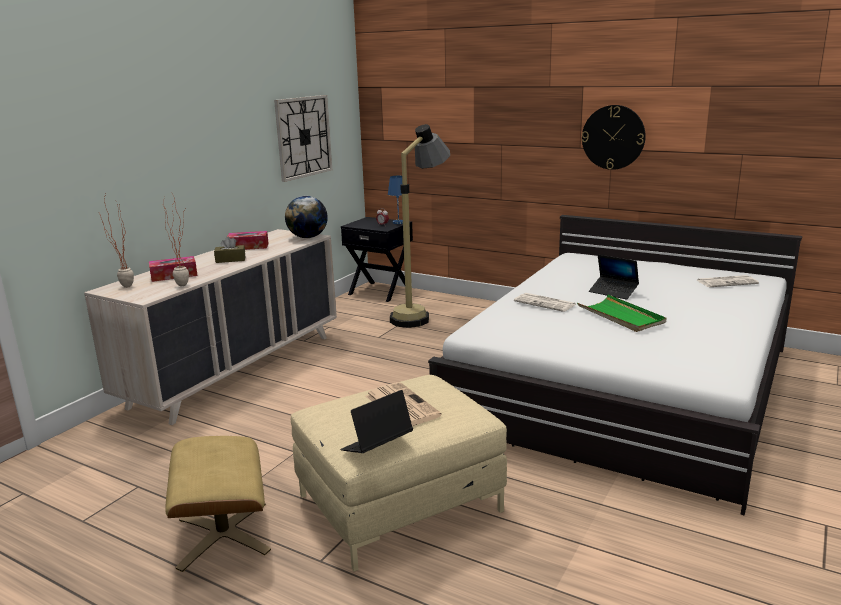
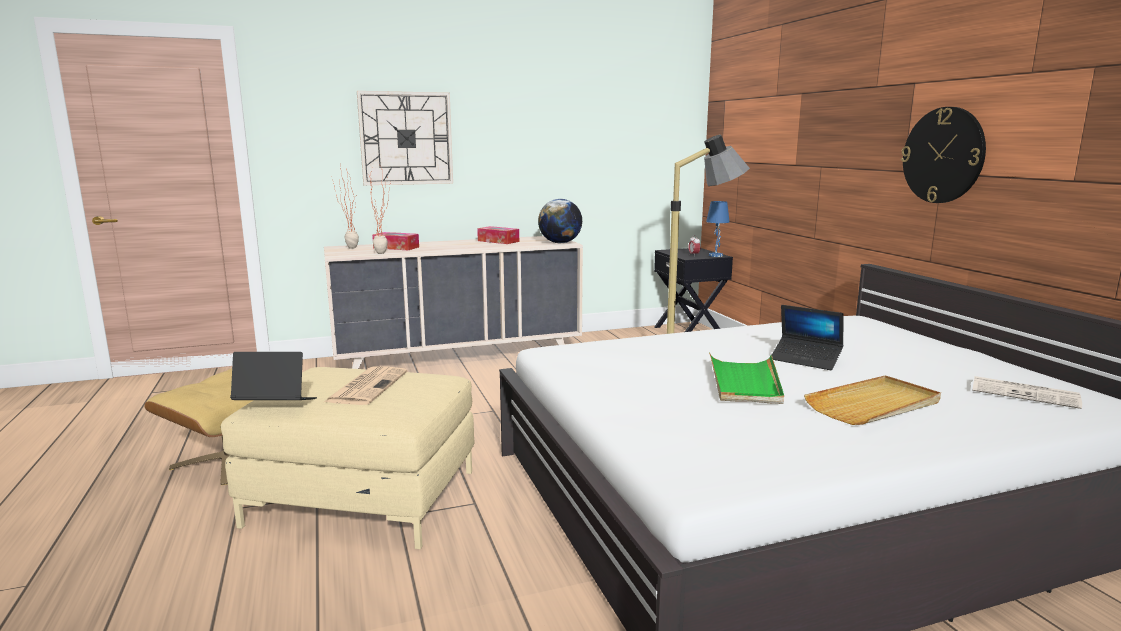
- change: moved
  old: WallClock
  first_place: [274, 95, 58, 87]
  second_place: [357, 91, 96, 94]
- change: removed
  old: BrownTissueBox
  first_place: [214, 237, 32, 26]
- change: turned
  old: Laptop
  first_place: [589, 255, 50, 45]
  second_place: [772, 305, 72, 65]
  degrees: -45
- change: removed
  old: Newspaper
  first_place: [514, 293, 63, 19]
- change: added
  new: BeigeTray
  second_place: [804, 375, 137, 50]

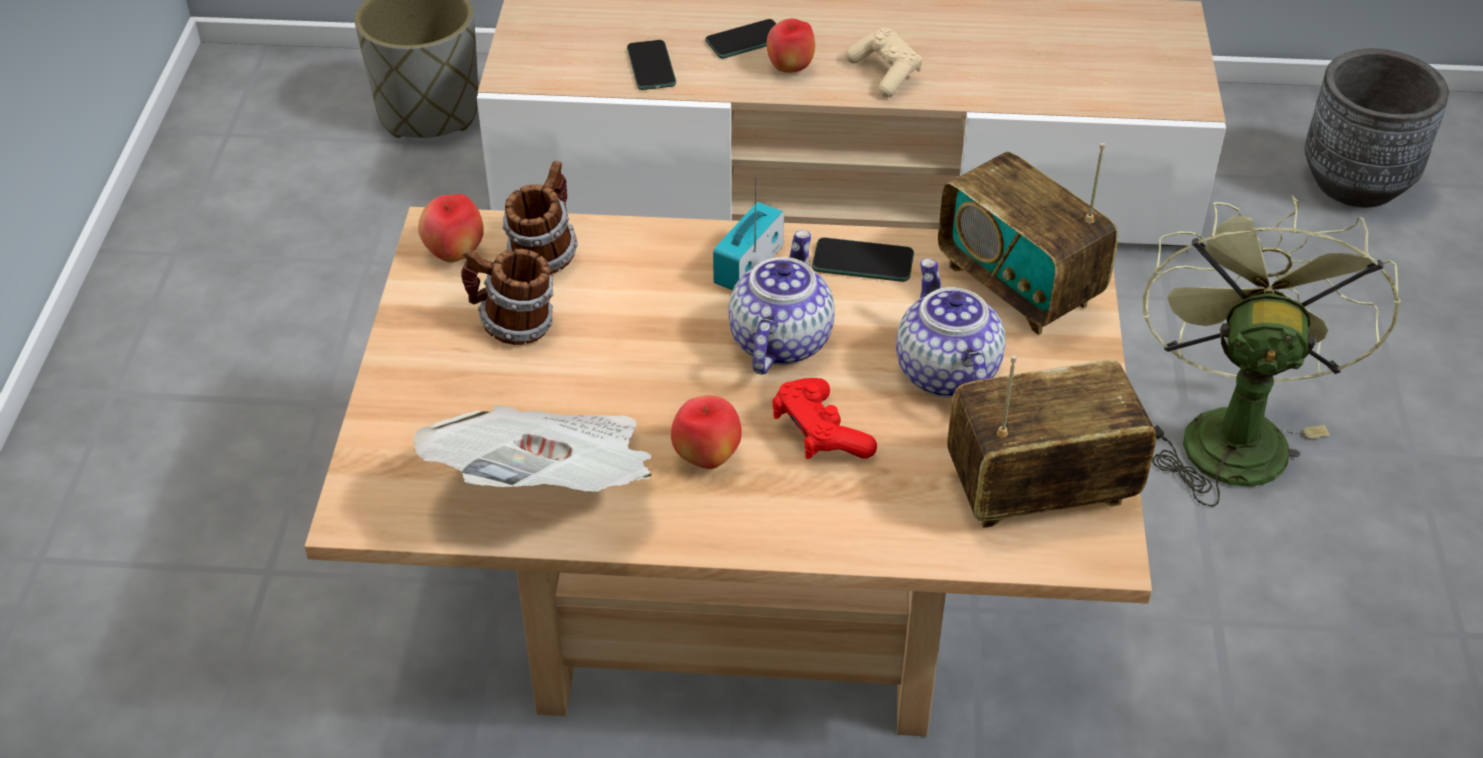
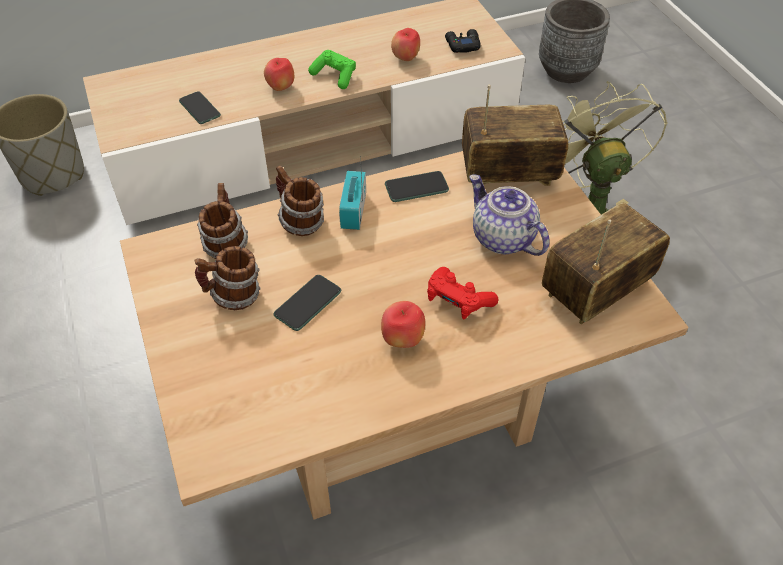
- change: moved
  old: Phone
  first_place: [705, 19, 71, 39]
  second_place: [274, 275, 67, 56]
- change: recoloured
  old: BeigeGameController
  new: GreenGameController
  first_place: [845, 28, 77, 69]
  second_place: [308, 50, 48, 39]
- change: turned
  old: Radio
  first_place: [938, 143, 180, 192]
  second_place: [462, 84, 106, 102]
  degrees: 150
- change: moved
  old: Apple
  first_place: [418, 194, 66, 69]
  second_place: [391, 28, 29, 33]
- change: removed
  old: Teapot
  first_place: [729, 230, 106, 144]
- change: removed
  old: Newspaper
  first_place: [413, 405, 239, 86]
- change: added
  new: BlackGameController
  second_place: [445, 29, 36, 24]
- change: added
  new: Mug
  second_place: [276, 166, 48, 70]

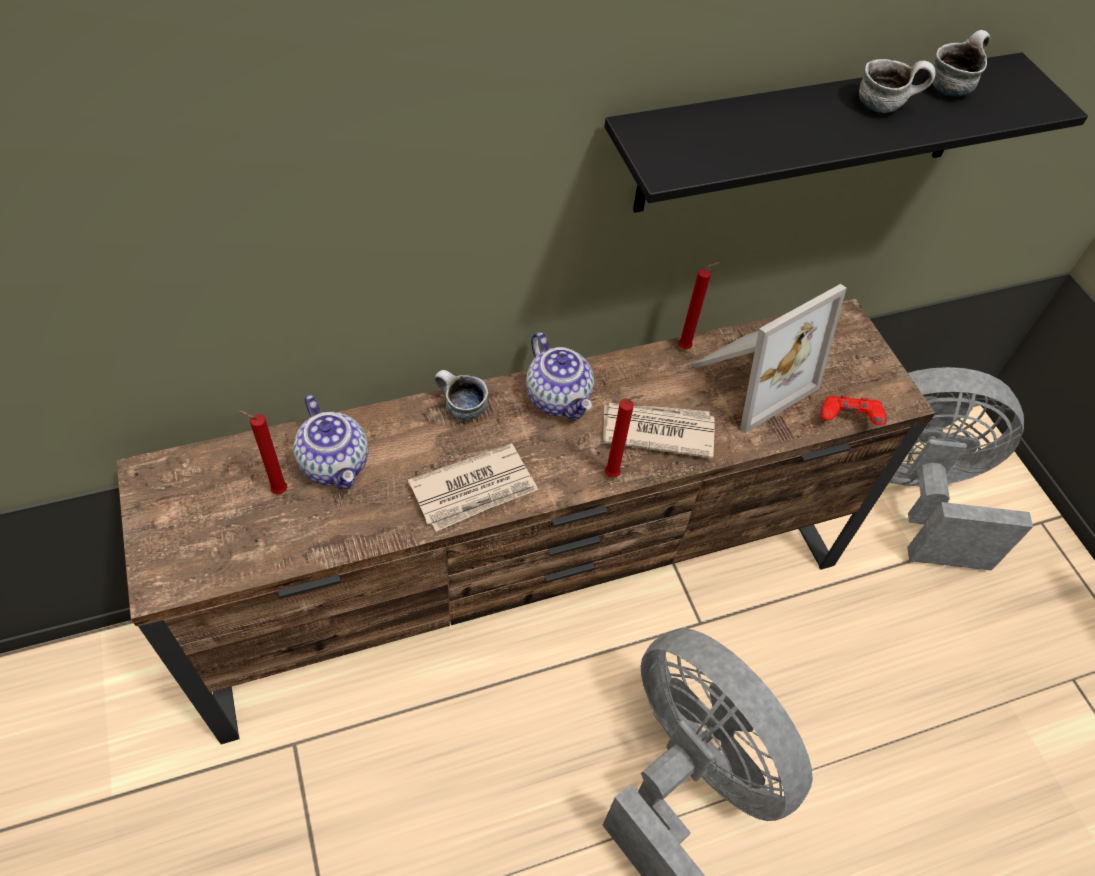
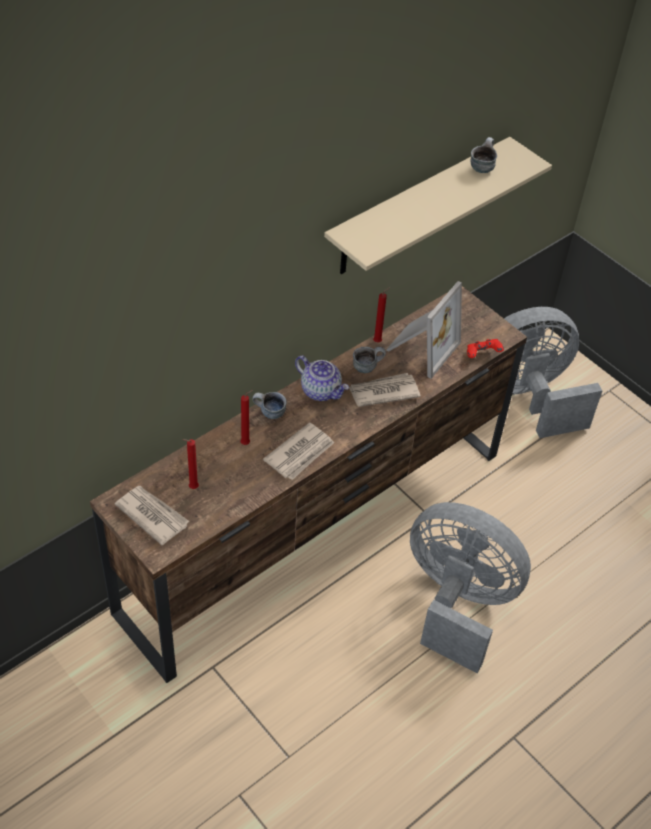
- change: recoloured
  old: BlackShelf
  new: BeigeShelf
  first_place: [604, 53, 484, 160]
  second_place: [324, 137, 228, 137]
- change: moved
  old: Mug
  first_place: [859, 59, 77, 54]
  second_place: [353, 347, 33, 26]
- change: removed
  old: Teapot
  first_place: [293, 395, 76, 95]
- change: moved
  old: RedCandle
  first_place: [605, 395, 39, 83]
  second_place: [241, 390, 12, 55]
- change: added
  new: Newspaper
  second_place: [115, 486, 75, 59]

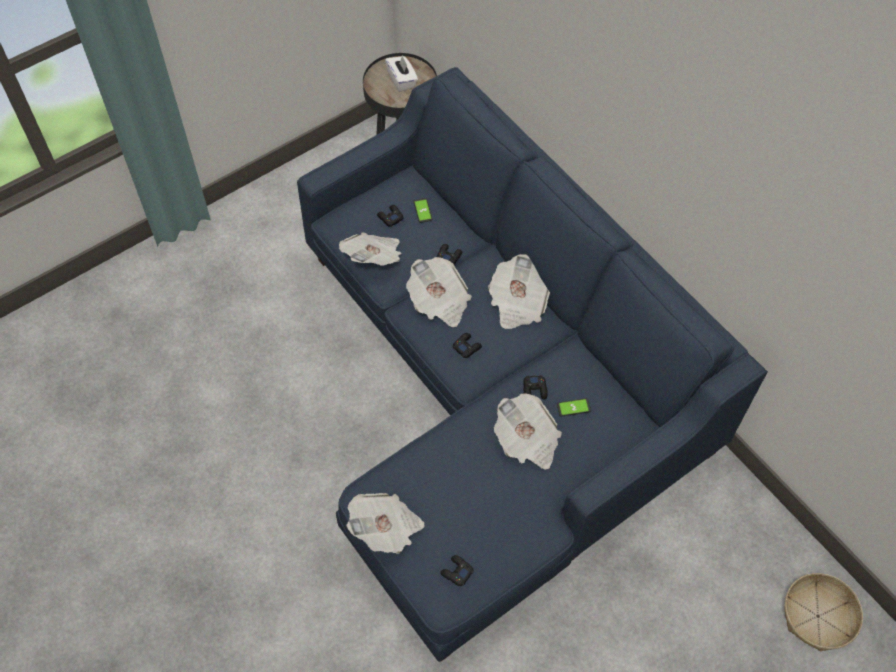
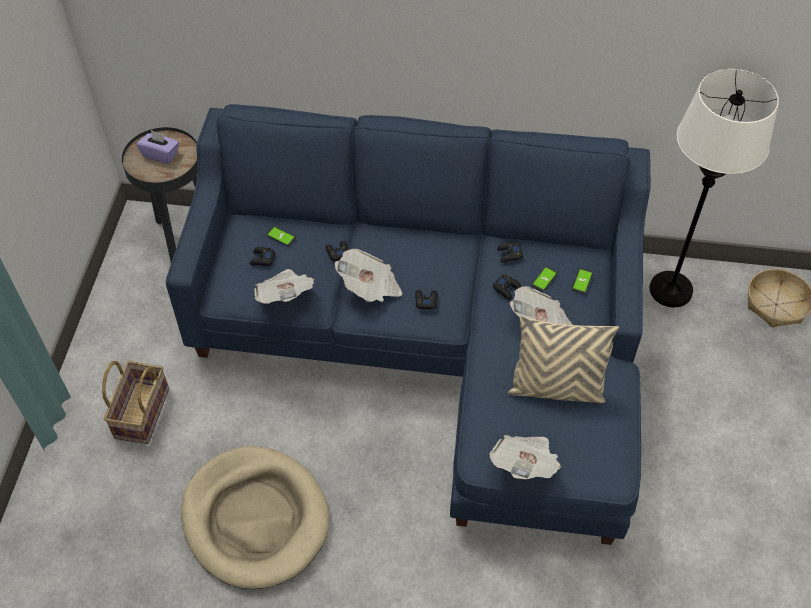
- change: recoloured
  old: WhiteTissueBox
  new: PurpleTissueBox
  first_place: [385, 55, 33, 37]
  second_place: [137, 130, 42, 34]
- change: removed
  old: Newspaper
  first_place: [488, 254, 62, 75]
- change: moved
  old: BlackGameController
  first_place: [440, 555, 34, 31]
  second_place: [497, 241, 26, 22]
- change: added
  new: WhiteFloorLamp
  second_place: [649, 69, 130, 238]
- change: added
  new: Phone
  second_place: [572, 268, 21, 26]
- change: added
  new: BeigePillow
  second_place: [508, 316, 111, 87]
- change: added
  new: Basket
  second_place: [102, 361, 67, 83]
- change: added
  new: BeigeDogBed
  second_place: [181, 446, 149, 143]

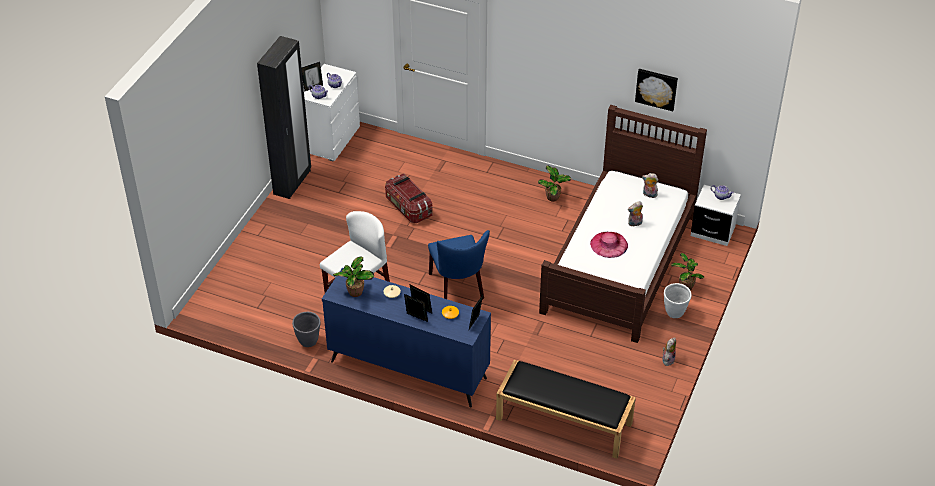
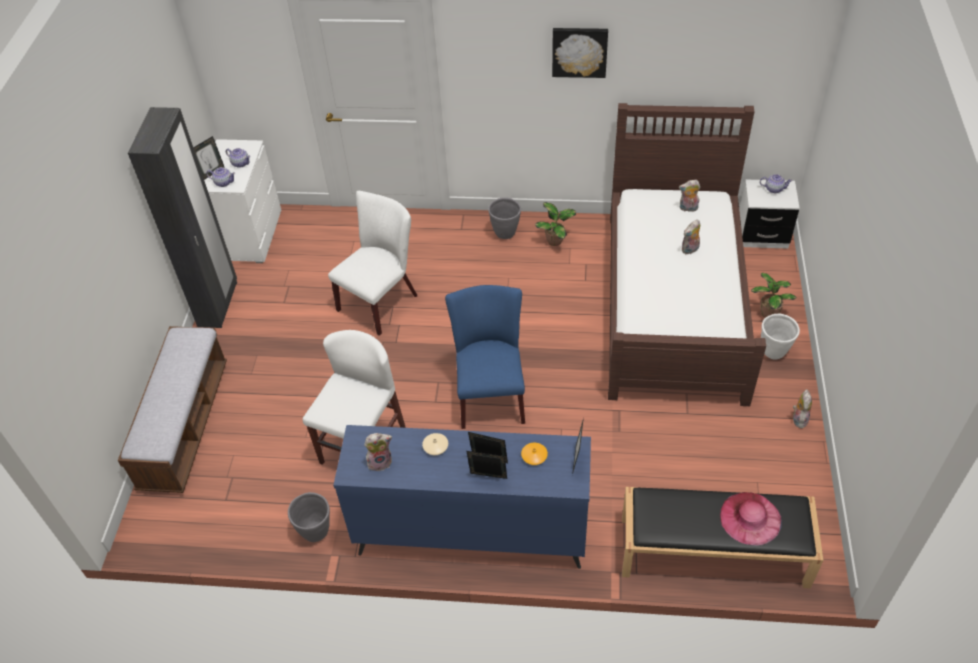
- change: moved
  old: Picture
  first_place: [635, 69, 43, 42]
  second_place: [552, 28, 56, 50]
- change: replaced
  old: StorageBox
  new: WhiteChair
  first_place: [385, 174, 48, 49]
  second_place: [328, 191, 89, 145]
- change: turned
  old: BlueChair
  first_place: [428, 230, 62, 69]
  second_place: [445, 285, 80, 144]
  degrees: -150
- change: moved
  old: PinkHat
  first_place: [590, 232, 38, 26]
  second_place: [720, 492, 62, 54]
- change: replaced
  old: PottedPlant
  new: PlushToy
  first_place: [333, 256, 41, 41]
  second_place: [364, 433, 28, 38]
- change: added
  new: GreyPlanter
  second_place: [488, 197, 33, 42]
- change: added
  new: Bench
  second_place: [118, 326, 109, 167]

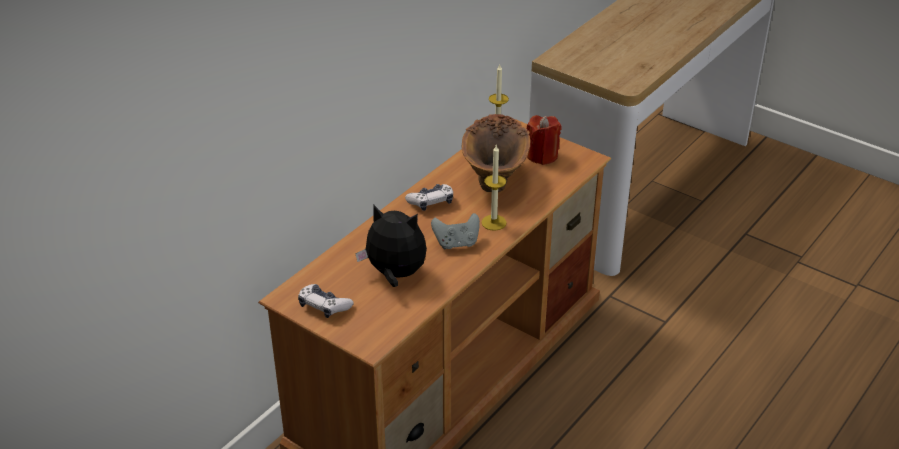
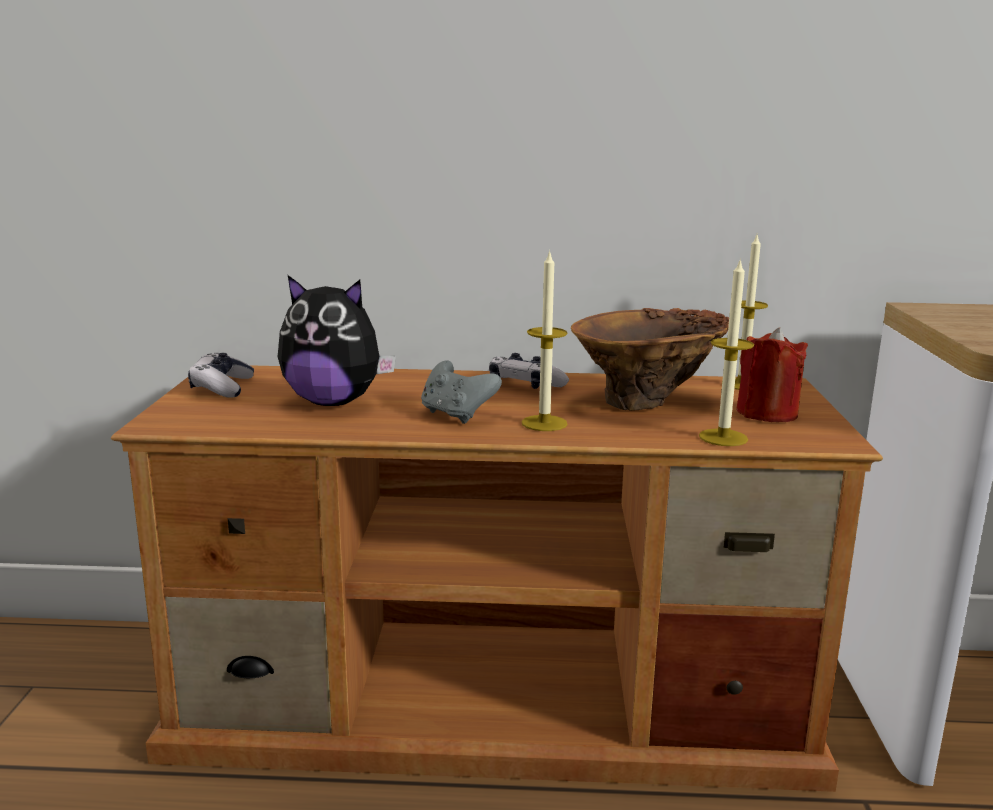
- change: turned
  old: PlushToy
  first_place: [355, 205, 72, 82]
  second_place: [278, 275, 118, 131]
  degrees: 120
- change: added
  new: Candle
  second_place: [699, 258, 55, 188]

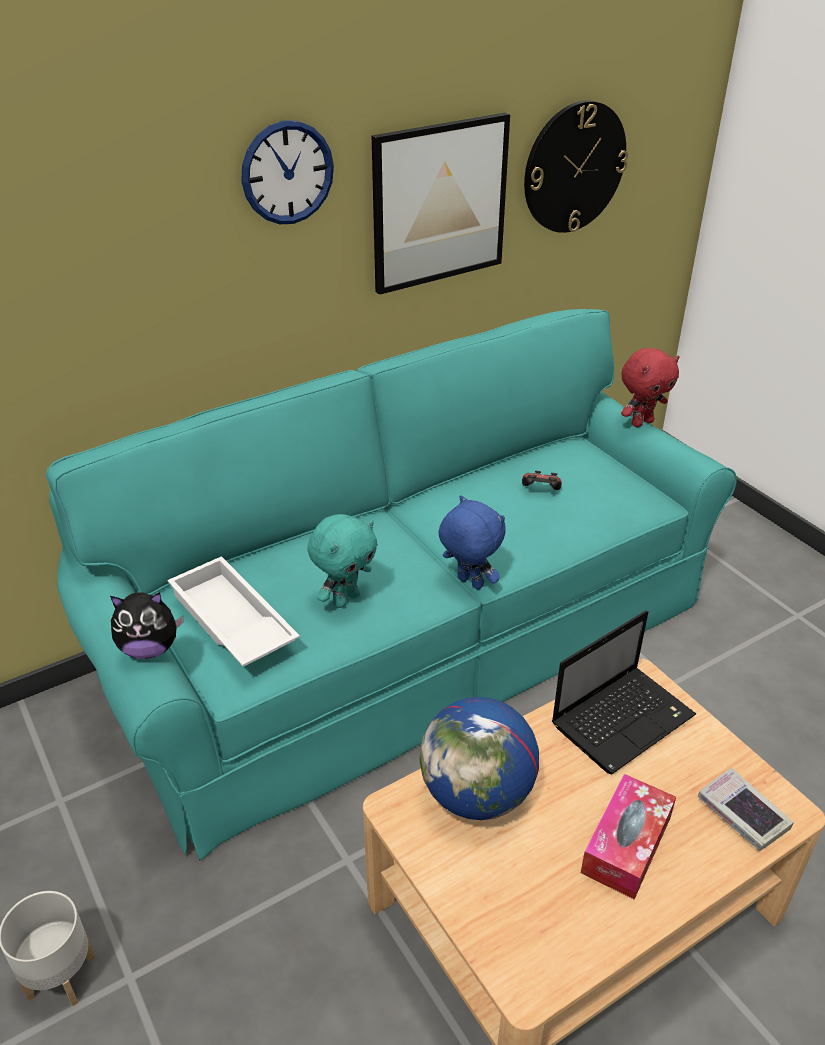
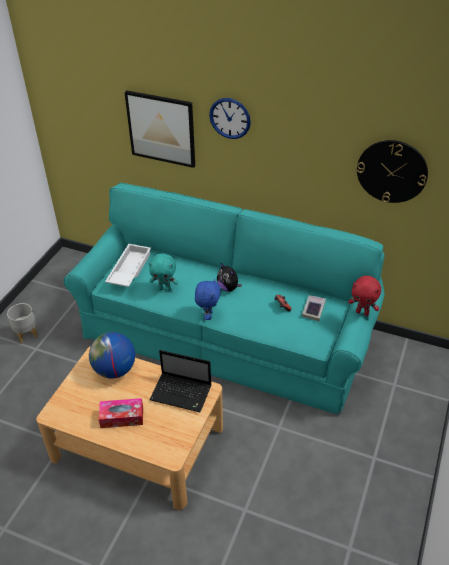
- change: moved
  old: Picture
  first_place: [372, 113, 138, 182]
  second_place: [124, 90, 71, 78]
- change: moved
  old: PlushToy
  first_place: [110, 592, 74, 67]
  second_place: [217, 263, 25, 29]
- change: moved
  old: Book
  first_place: [698, 768, 96, 83]
  second_place: [302, 295, 24, 26]

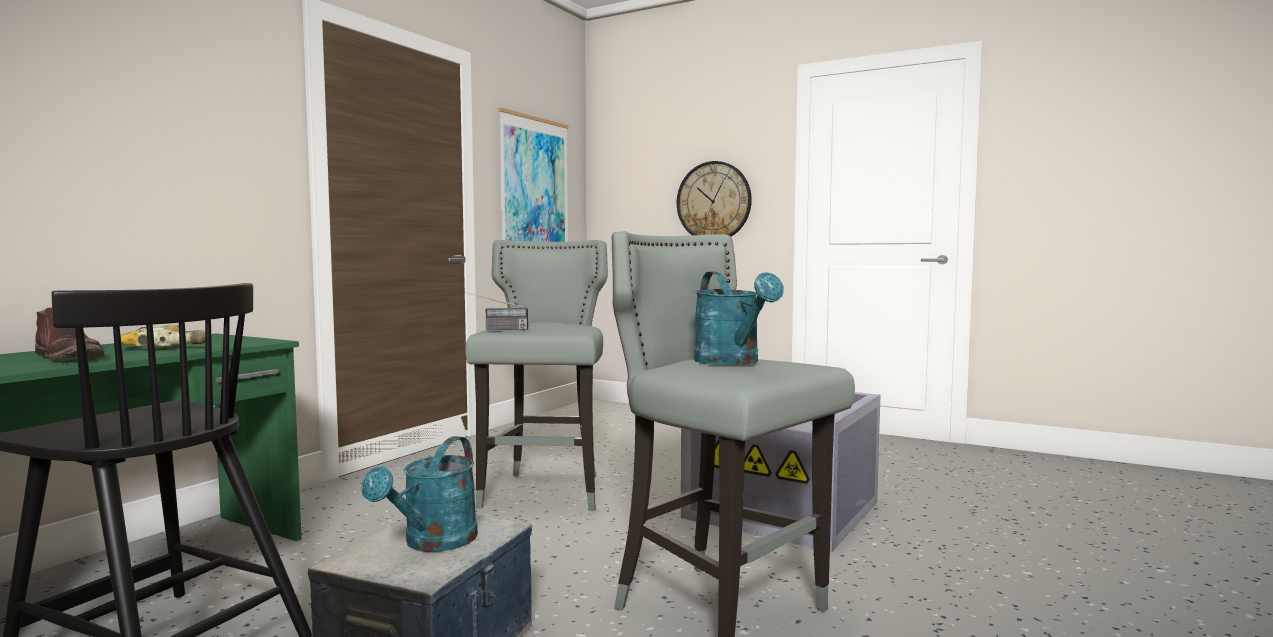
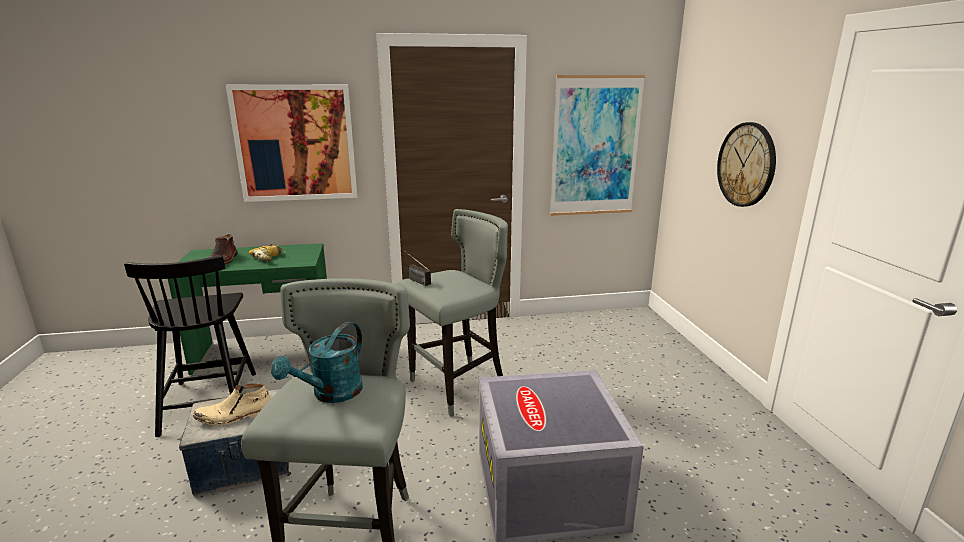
- change: replaced
  old: TurquoiseWateringCan
  new: BeigeBoot
  first_place: [361, 436, 117, 116]
  second_place: [193, 384, 78, 42]
- change: added
  new: Picture
  second_place: [226, 84, 131, 118]

